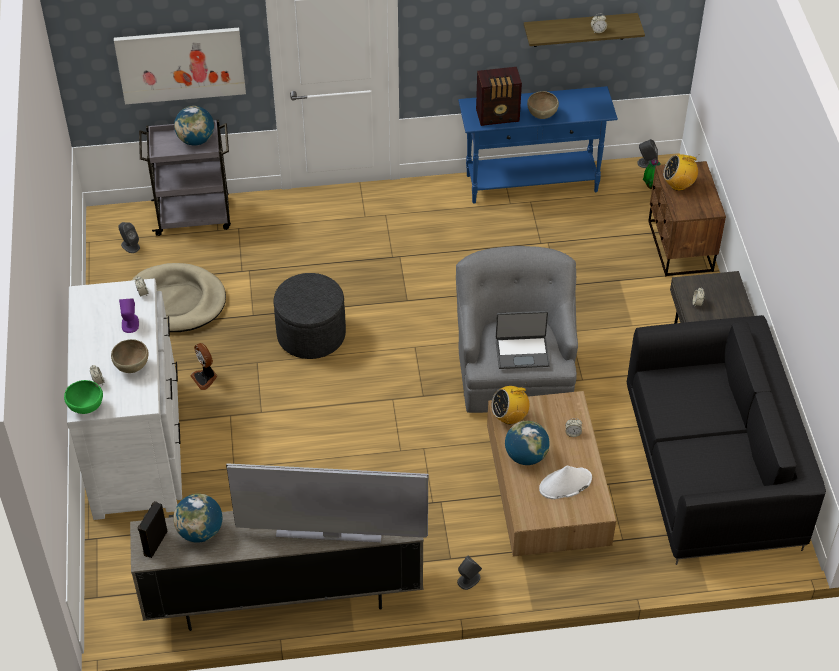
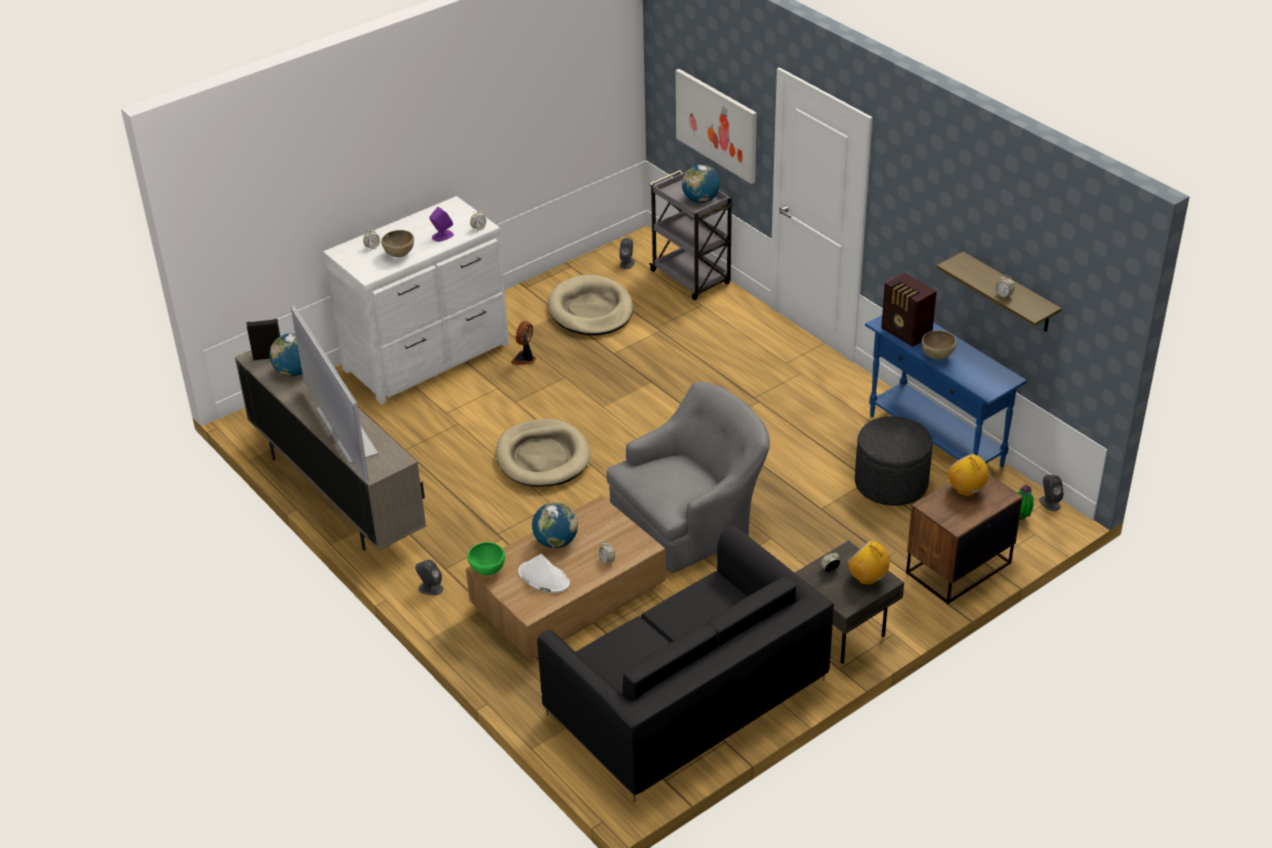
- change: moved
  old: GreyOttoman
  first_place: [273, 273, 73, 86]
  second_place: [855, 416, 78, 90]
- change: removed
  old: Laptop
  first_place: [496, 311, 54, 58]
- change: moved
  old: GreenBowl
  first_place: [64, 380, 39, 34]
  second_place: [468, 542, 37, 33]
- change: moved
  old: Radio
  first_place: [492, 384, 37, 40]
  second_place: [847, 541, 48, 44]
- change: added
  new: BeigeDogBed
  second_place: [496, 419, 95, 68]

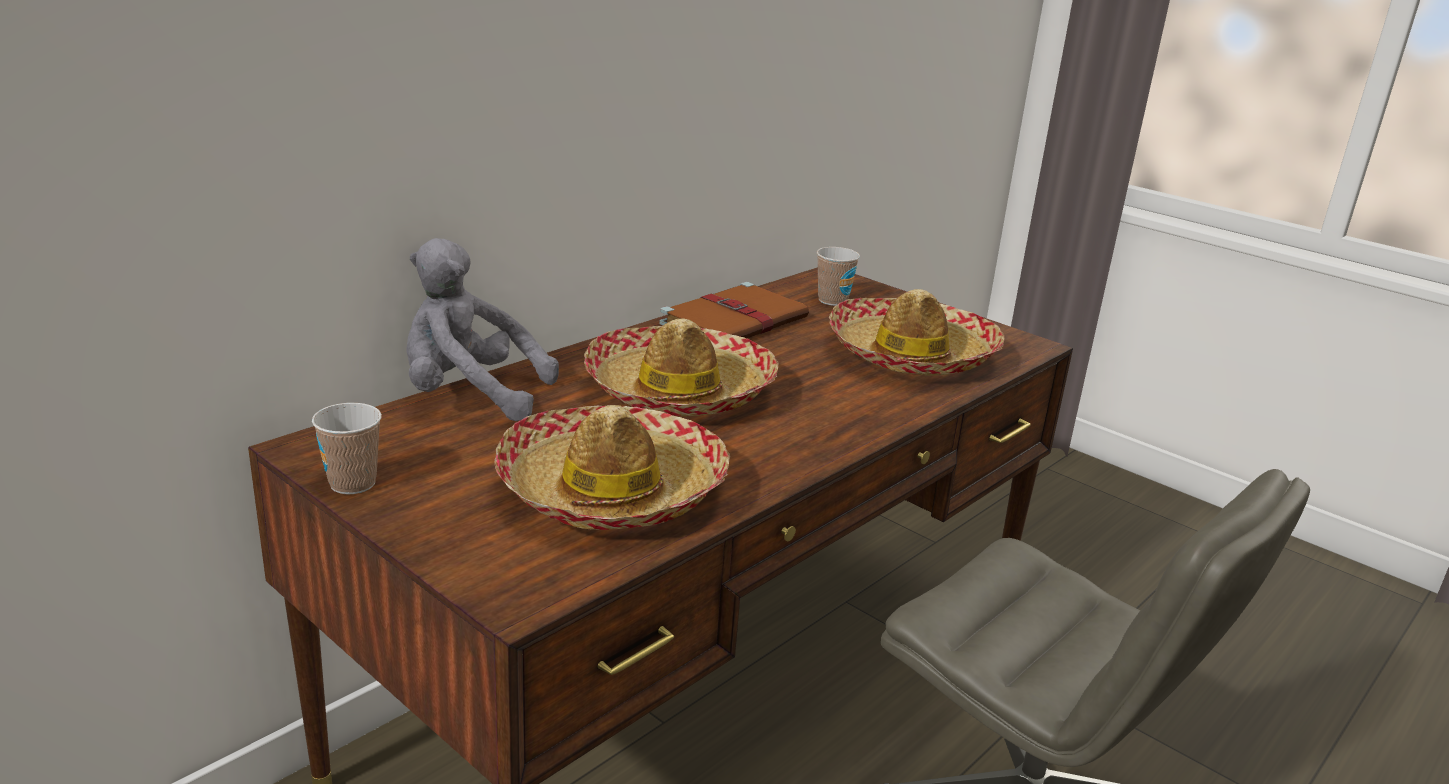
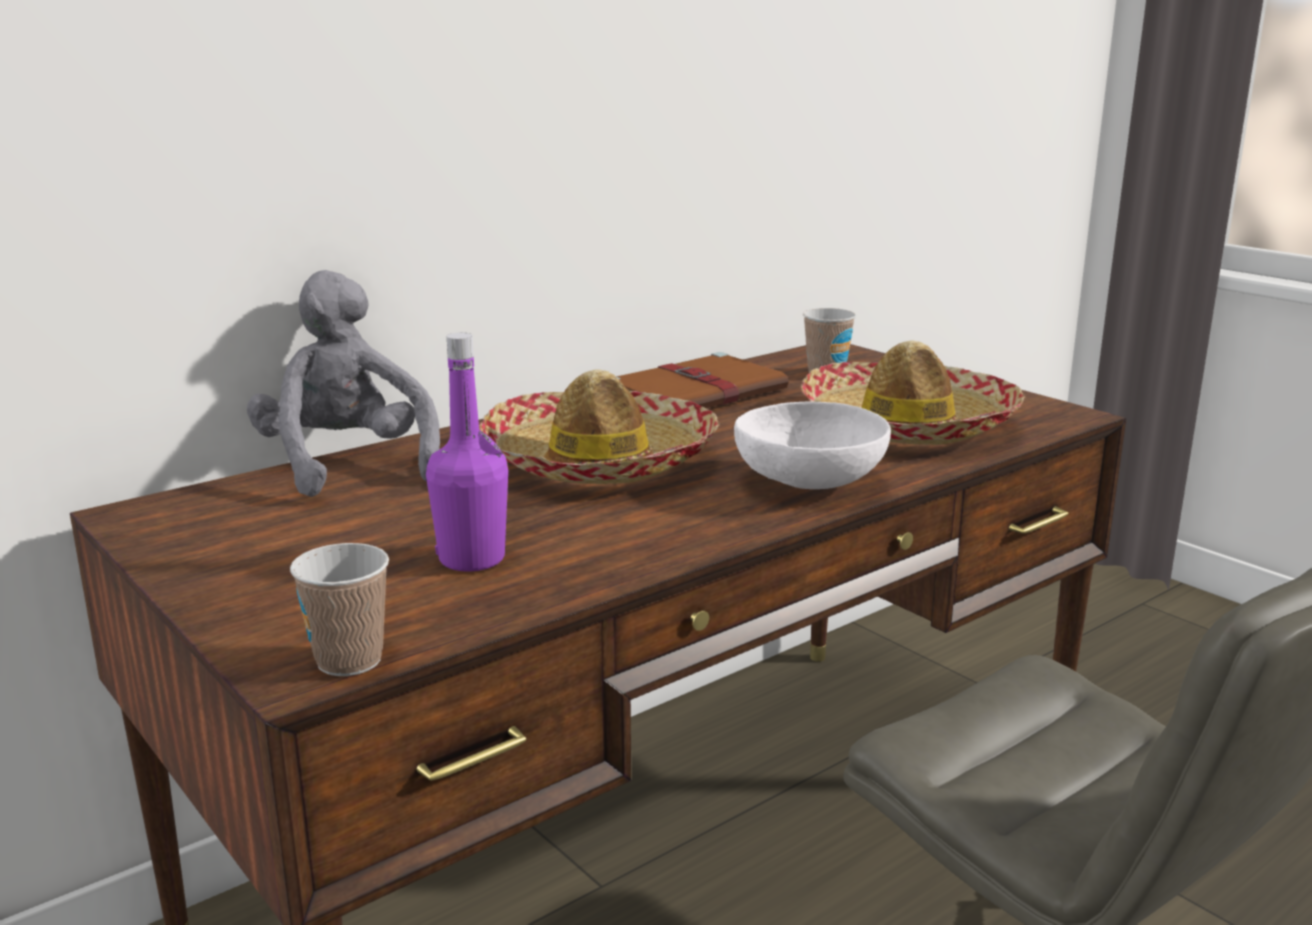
- change: turned
  old: GreyPlushToy
  first_place: [407, 238, 152, 183]
  second_place: [247, 270, 193, 227]
  degrees: 45
- change: moved
  old: Cup
  first_place: [312, 403, 70, 91]
  second_place: [290, 543, 99, 133]
- change: replaced
  old: Hat
  new: PurpleBottle
  first_place: [494, 405, 236, 125]
  second_place: [426, 333, 82, 239]
- change: added
  new: WhiteBowl
  second_place: [734, 402, 157, 87]

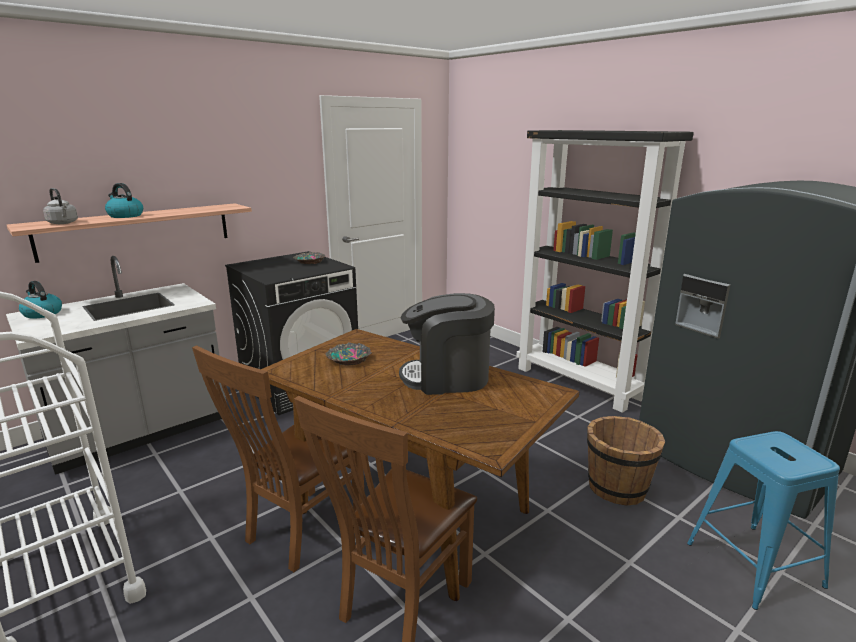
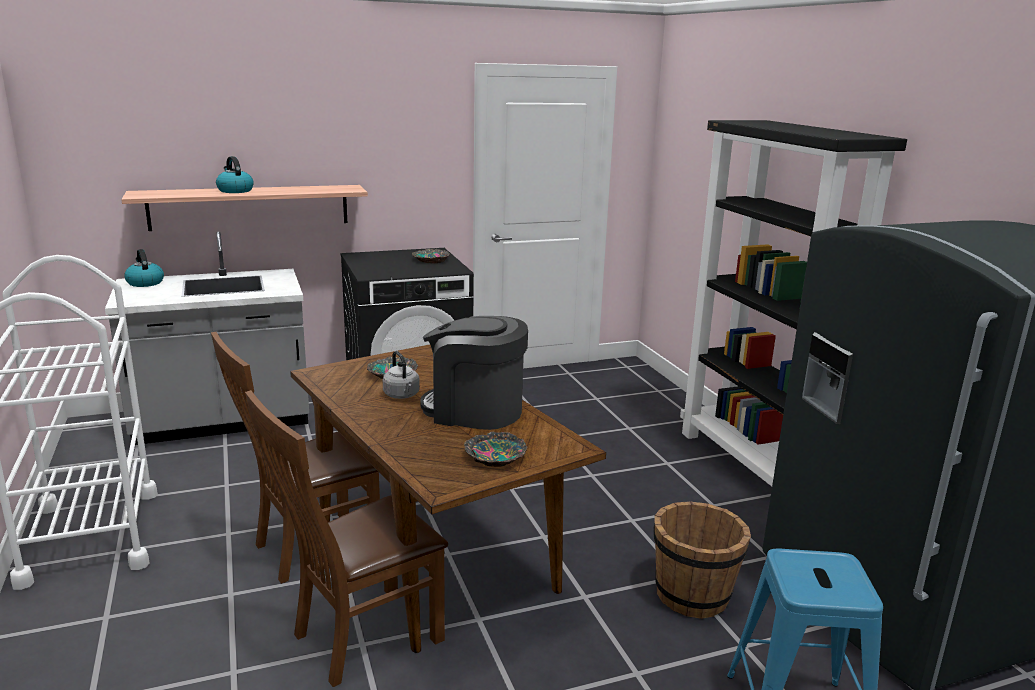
- change: moved
  old: GreyKettle
  first_place: [43, 188, 35, 36]
  second_place: [383, 351, 37, 48]
- change: added
  new: Bowl
  second_place: [464, 432, 64, 35]

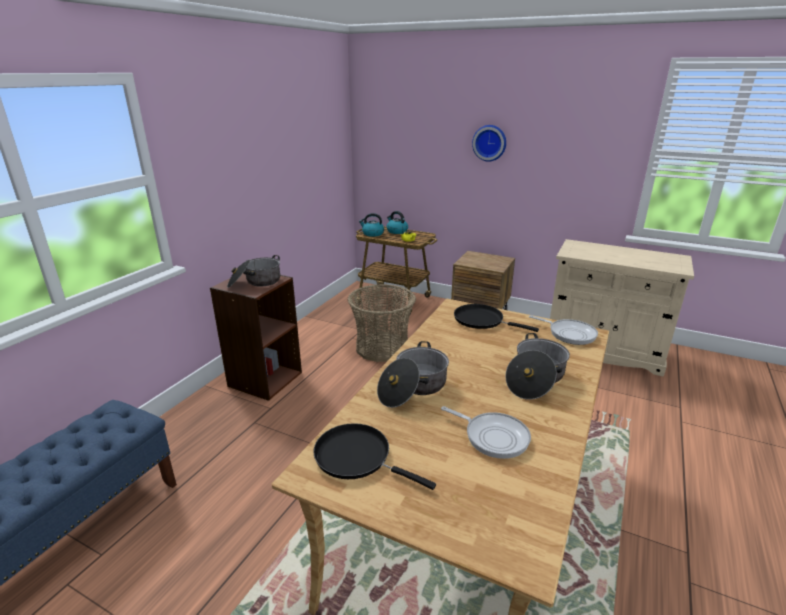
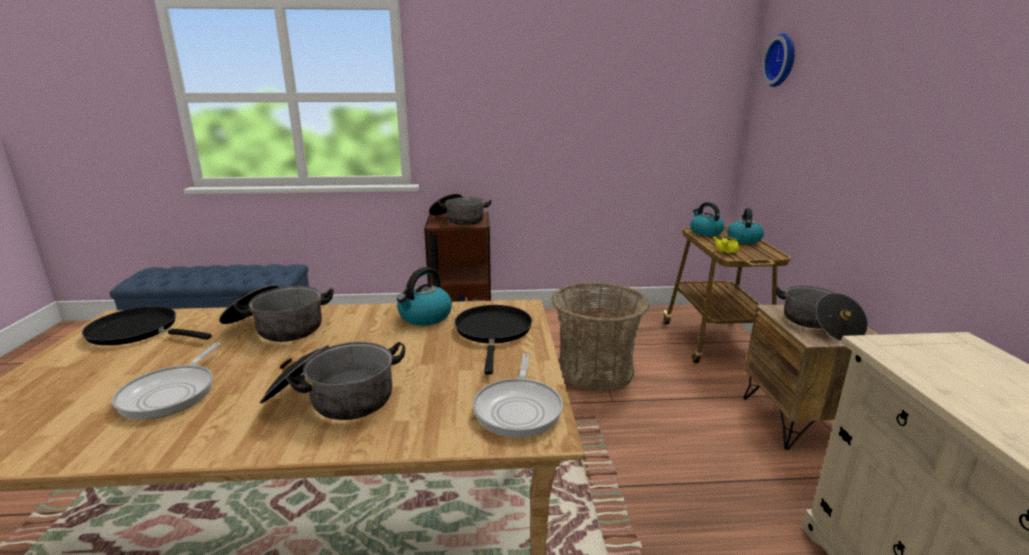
- change: moved
  old: WallClock
  first_place: [472, 125, 34, 37]
  second_place: [762, 33, 33, 54]
- change: turned
  old: BlackFryingPan
  first_place: [313, 423, 123, 67]
  second_place: [82, 306, 130, 39]
  degrees: -75
- change: added
  new: Kettle
  second_place: [397, 267, 55, 58]
- change: added
  new: CookingPot
  second_place: [775, 286, 93, 55]

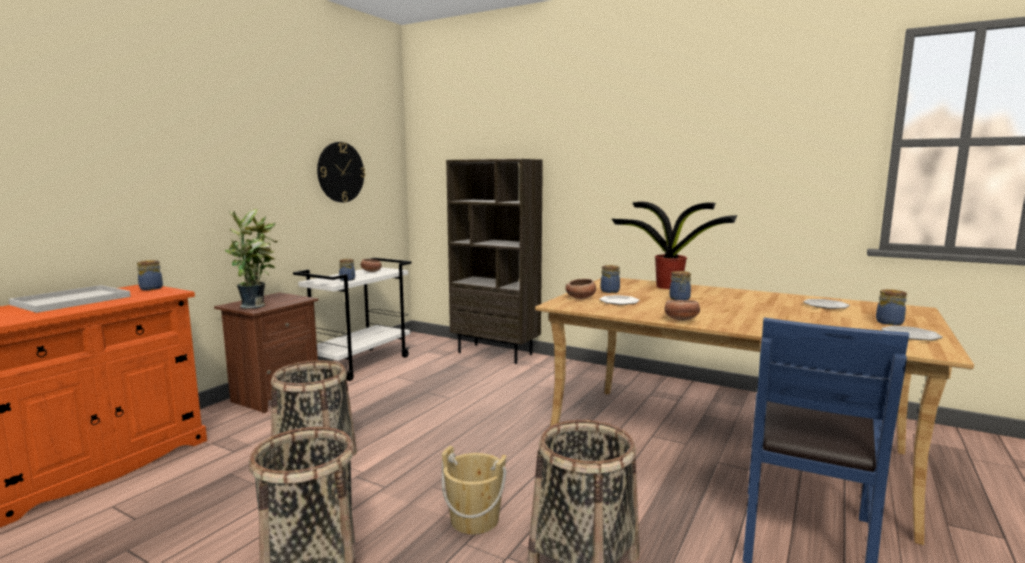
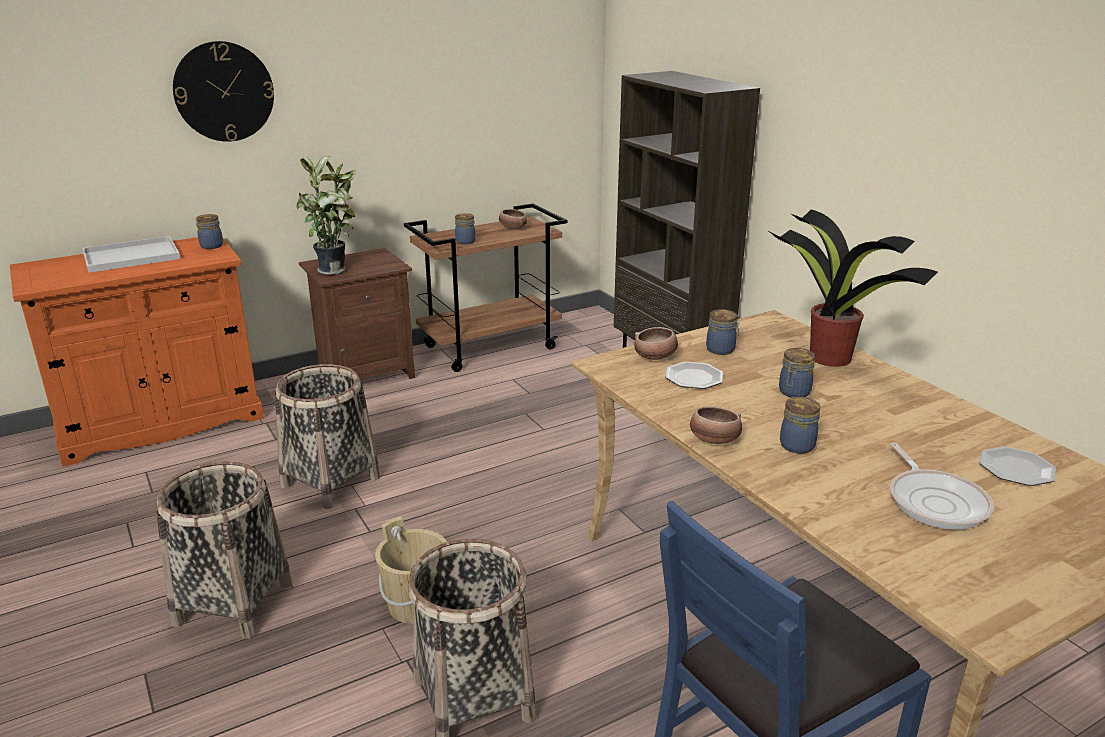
- change: moved
  old: WallClock
  first_place: [317, 142, 48, 60]
  second_place: [173, 41, 101, 101]
- change: recoloured
  old: WhiteCart
  new: BrownCart
  first_place: [293, 258, 119, 123]
  second_place: [404, 203, 163, 169]
- change: moved
  old: Jar
  first_place: [876, 289, 31, 36]
  second_place: [780, 397, 40, 57]
- change: removed
  old: Plate
  first_place: [882, 326, 61, 15]
- change: added
  new: FryingPan
  second_place: [890, 442, 104, 88]

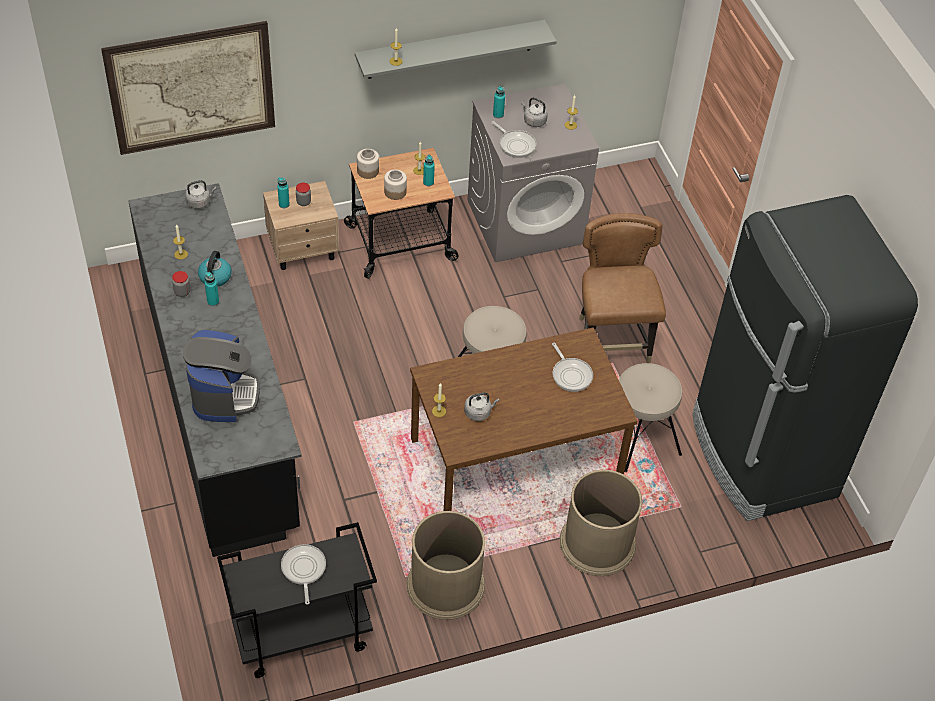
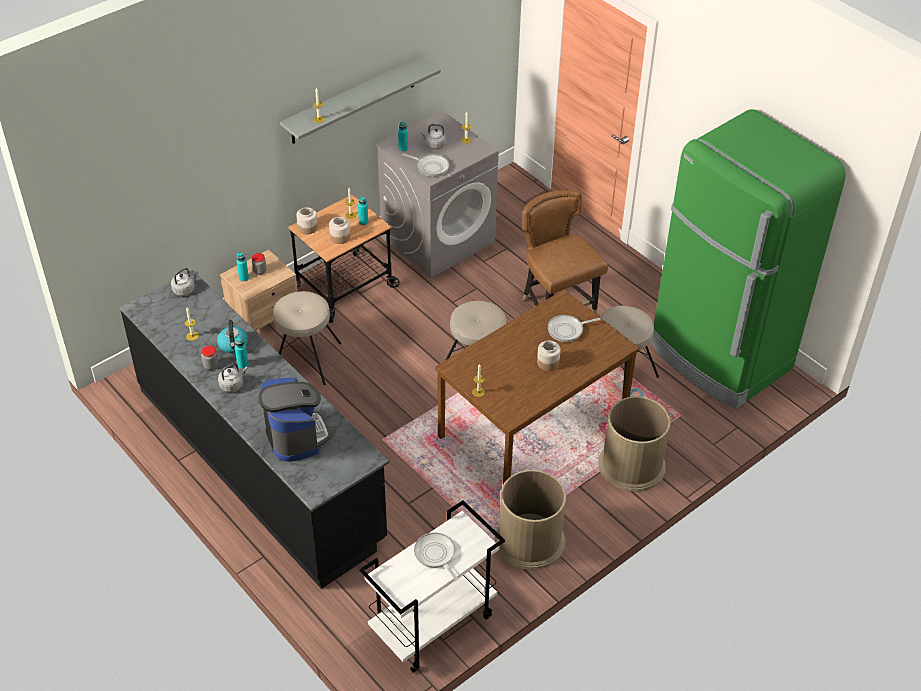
- change: removed
  old: Picture
  first_place: [101, 21, 174, 134]
- change: recoloured
  old: BlackFridge
  new: GreenFridge
  first_place: [693, 195, 225, 326]
  second_place: [650, 109, 196, 300]
- change: turned
  old: FryingPan
  first_place: [552, 343, 41, 49]
  second_place: [547, 315, 53, 27]
  degrees: 120
- change: moved
  old: GreyKettle
  first_place: [464, 392, 35, 29]
  second_place: [218, 363, 30, 29]
- change: recoloured
  old: BlackCart
  new: WhiteCart
  first_place: [217, 522, 160, 156]
  second_place: [359, 500, 146, 172]
- change: added
  new: BeigeStool
  second_place: [273, 291, 68, 94]
- change: added
  new: Jar
  second_place: [537, 341, 24, 30]

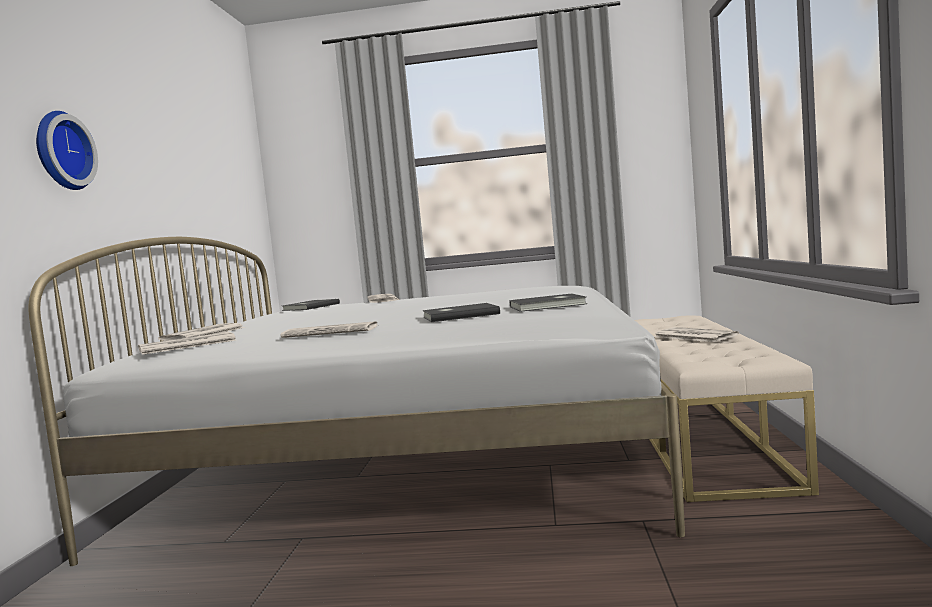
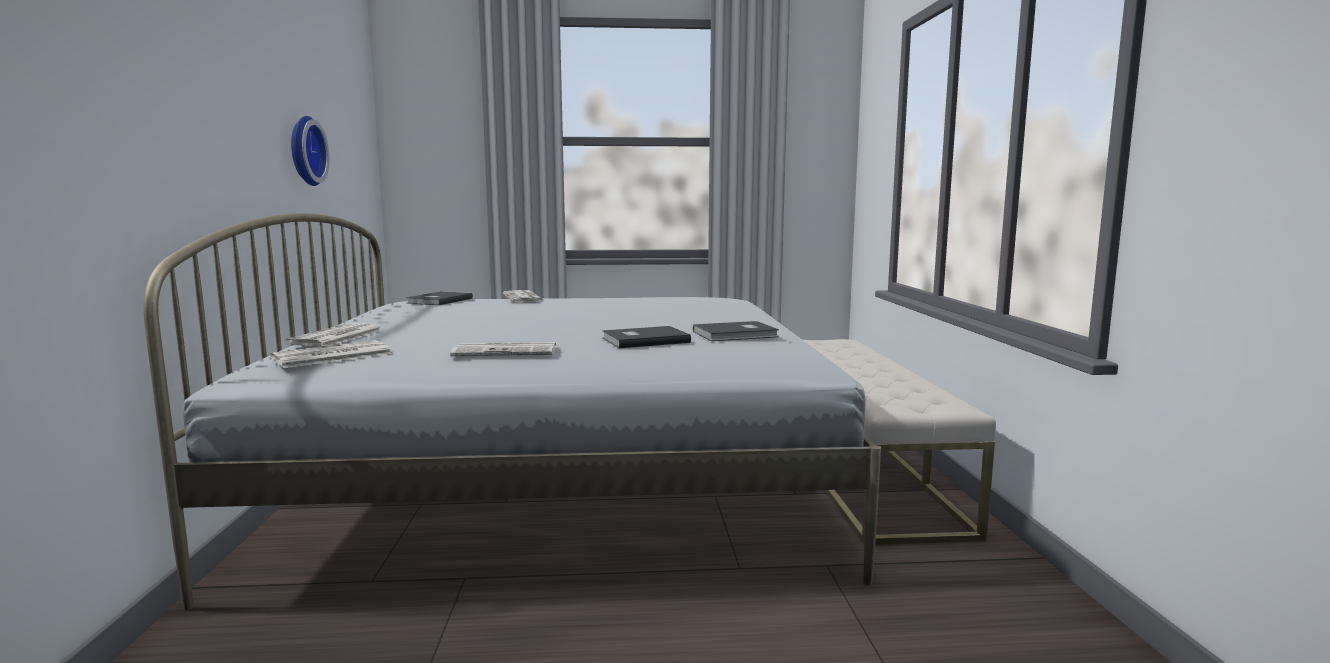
- change: moved
  old: WallClock
  first_place: [36, 111, 62, 79]
  second_place: [291, 116, 38, 70]
- change: removed
  old: Newspaper
  first_place: [654, 327, 85, 15]

